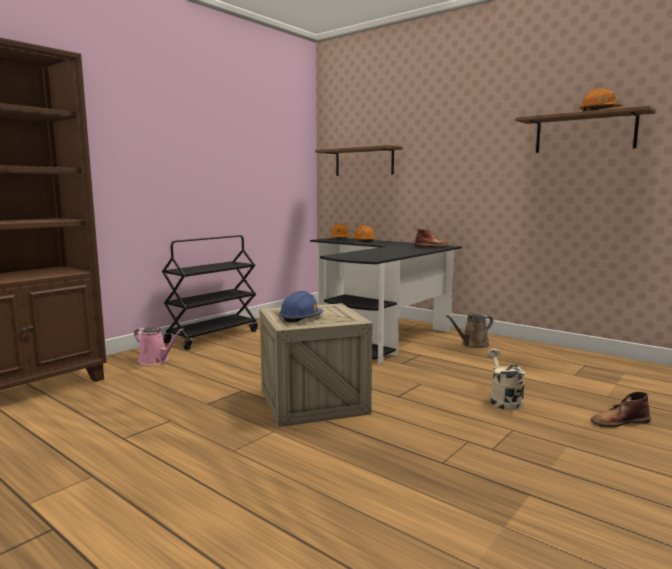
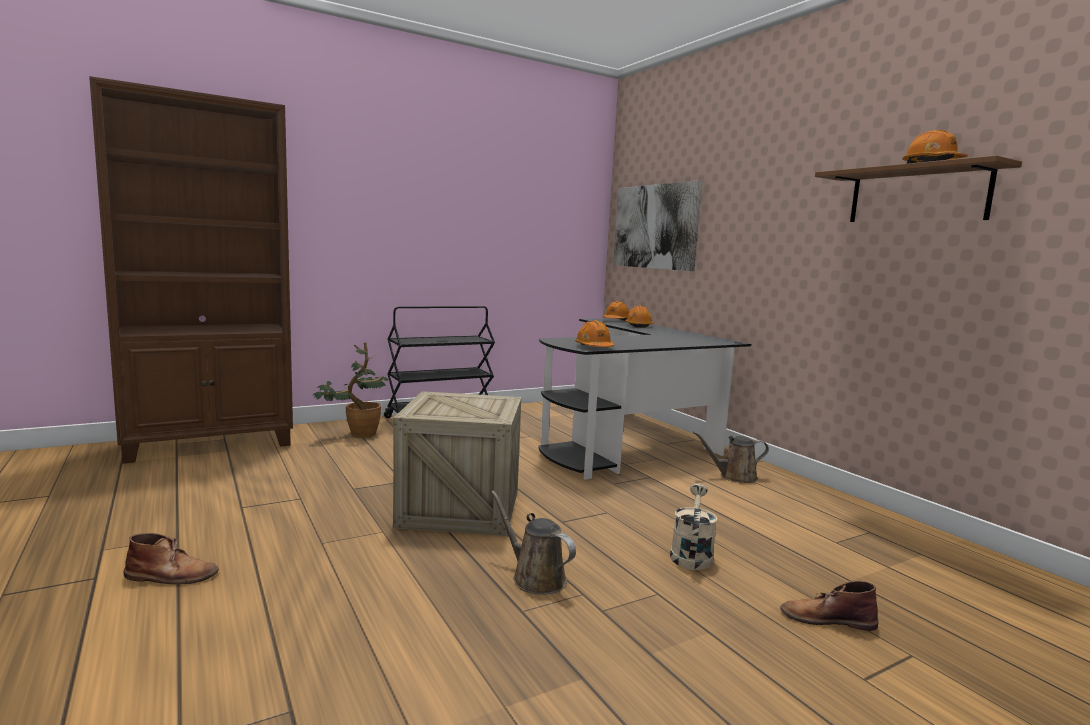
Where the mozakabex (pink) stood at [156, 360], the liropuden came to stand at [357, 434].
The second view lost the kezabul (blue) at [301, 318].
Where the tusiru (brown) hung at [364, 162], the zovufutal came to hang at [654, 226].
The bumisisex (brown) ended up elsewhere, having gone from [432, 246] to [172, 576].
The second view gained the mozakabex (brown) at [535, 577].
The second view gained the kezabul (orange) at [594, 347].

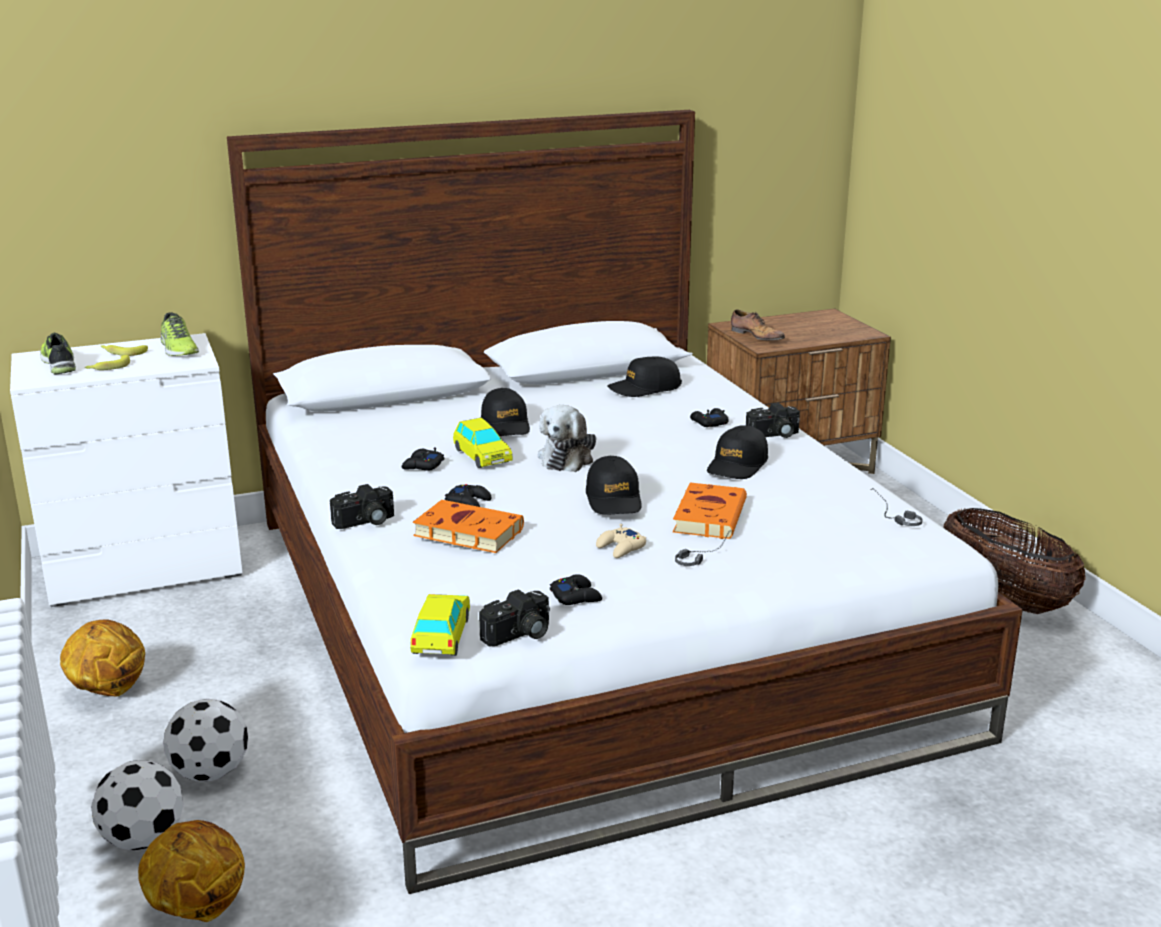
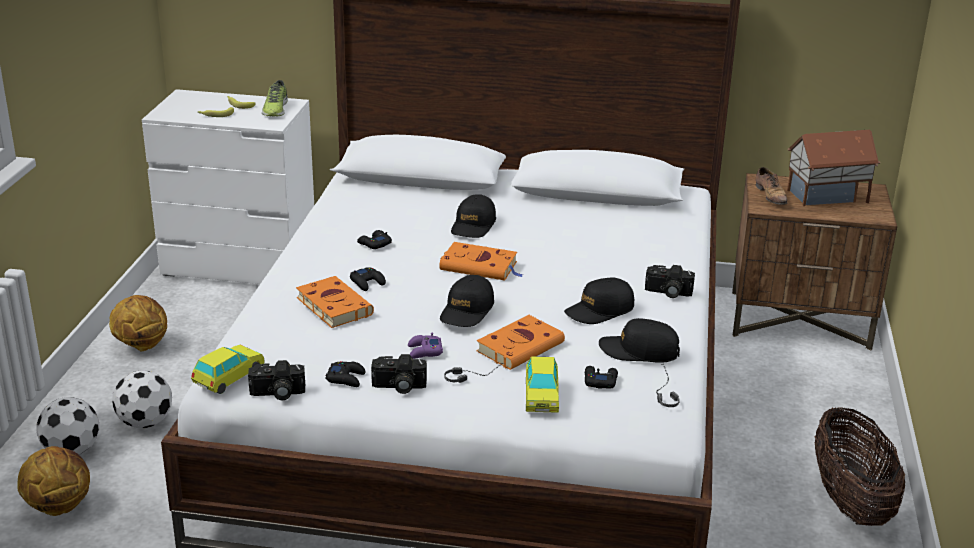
The second view lost the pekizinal at [60, 364].
The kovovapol ended up elsewhere, having gone from [365, 522] to [398, 387].
The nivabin ended up elsewhere, having gone from [482, 456] to [541, 396].
Where the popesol stood at [567, 458], the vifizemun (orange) came to stand at [481, 266].
What was the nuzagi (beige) at [621, 548] turned into the nuzagi (purple) at [424, 351].
The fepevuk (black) ended up elsewhere, having gone from [644, 388] to [639, 351].
The nuzagi (black) ended up elsewhere, having gone from [709, 422] to [600, 381].
The second view gained the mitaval at [827, 197].

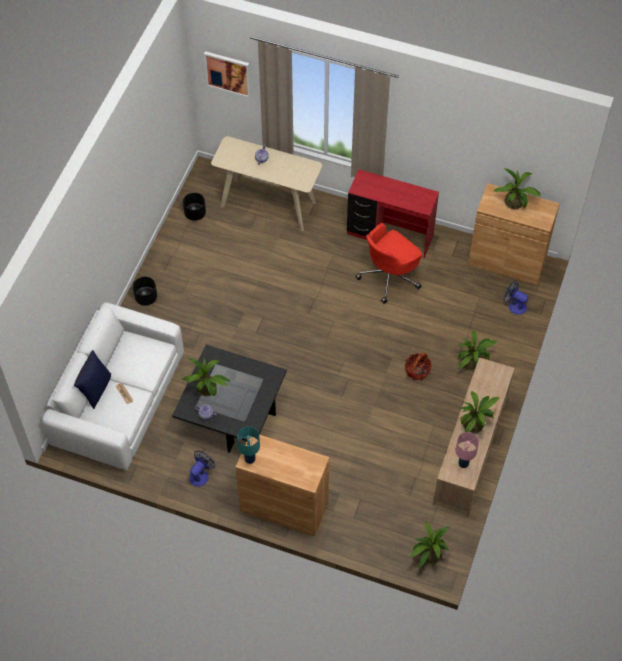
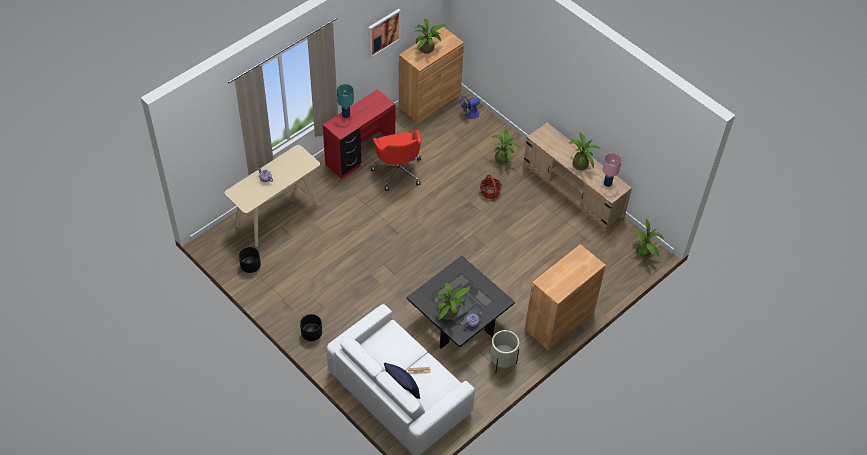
Where the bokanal stood at [201, 475], the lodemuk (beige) came to stand at [502, 363].
The zovufutal ended up elsewhere, having gone from [228, 73] to [383, 32].
The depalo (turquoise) ended up elsewhere, having gone from [249, 459] to [346, 115].

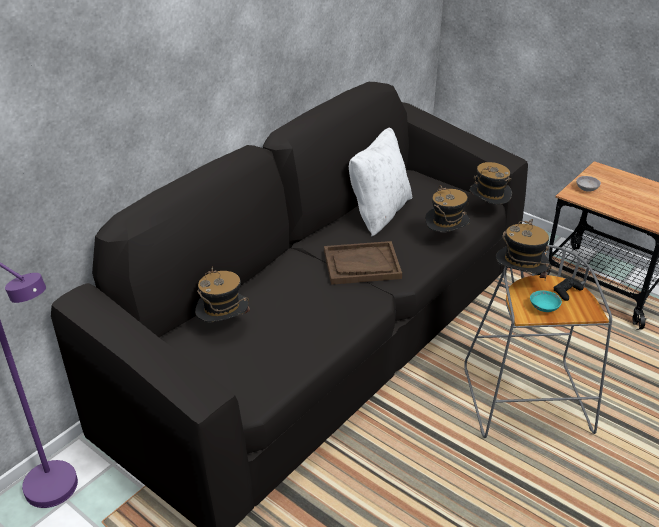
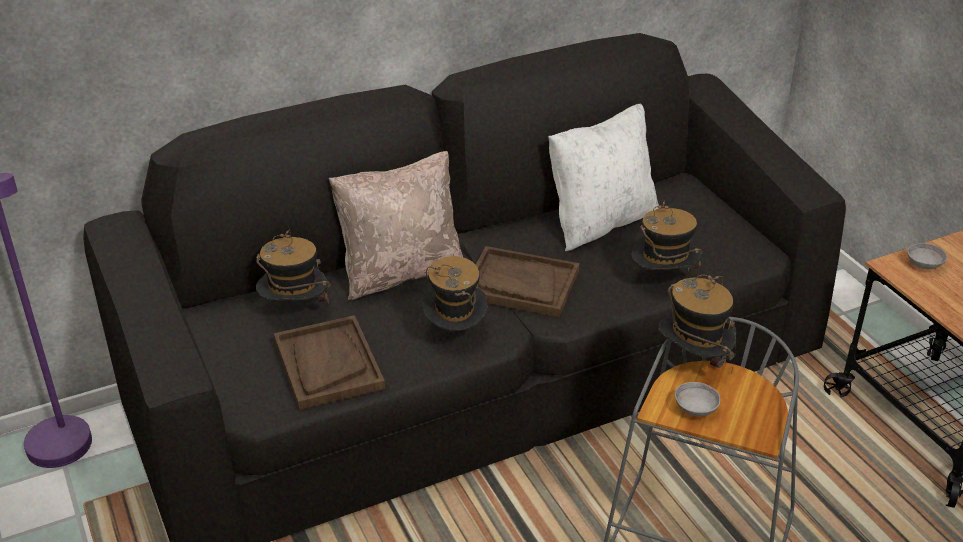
The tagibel ended up elsewhere, having gone from [487, 211] to [454, 335].
What was the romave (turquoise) at [543, 308] turned into the romave (grey) at [695, 408].
The second view lost the nuzagi (black) at [567, 292].
The second view gained the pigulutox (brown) at [328, 364].
The second view gained the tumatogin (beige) at [401, 272].

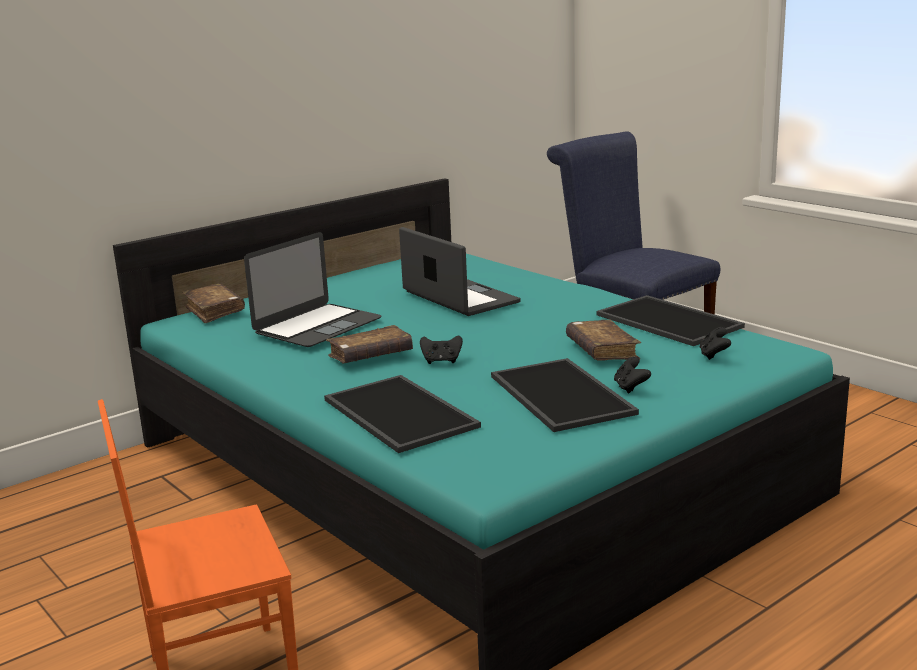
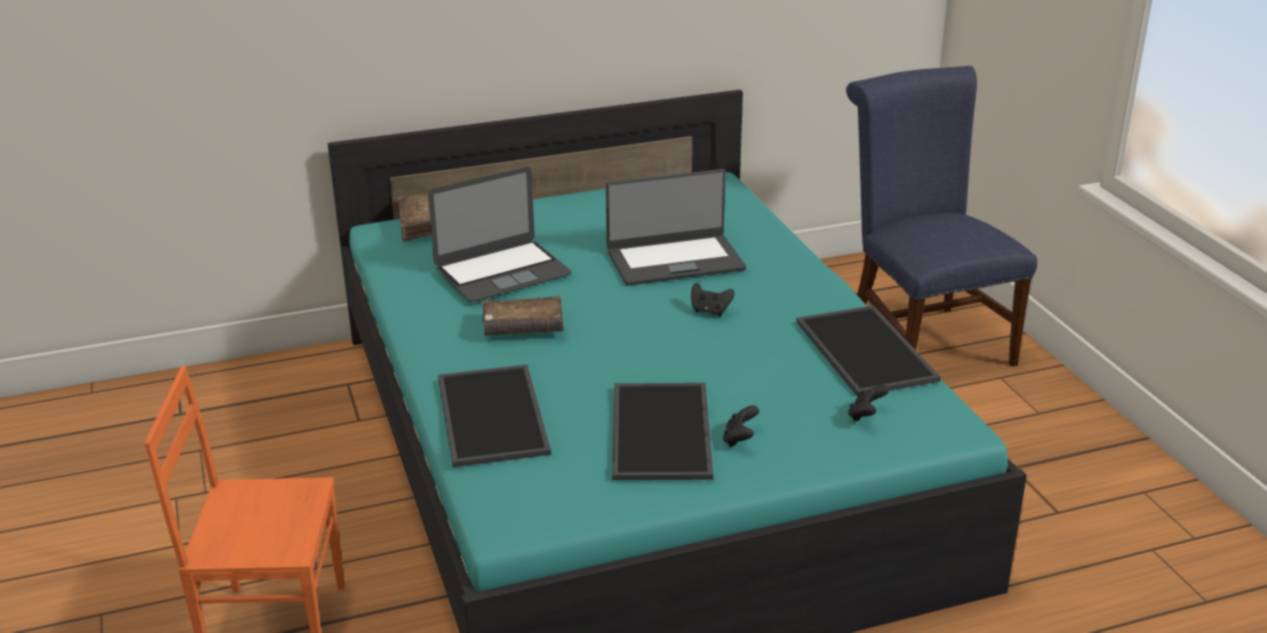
The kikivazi at [459, 298] ended up facing another way, 90 degrees clockwise from before.
The nuzagi (black) ended up elsewhere, having gone from [441, 361] to [710, 311].
The second view lost the vifizemun (brown) at [602, 351].

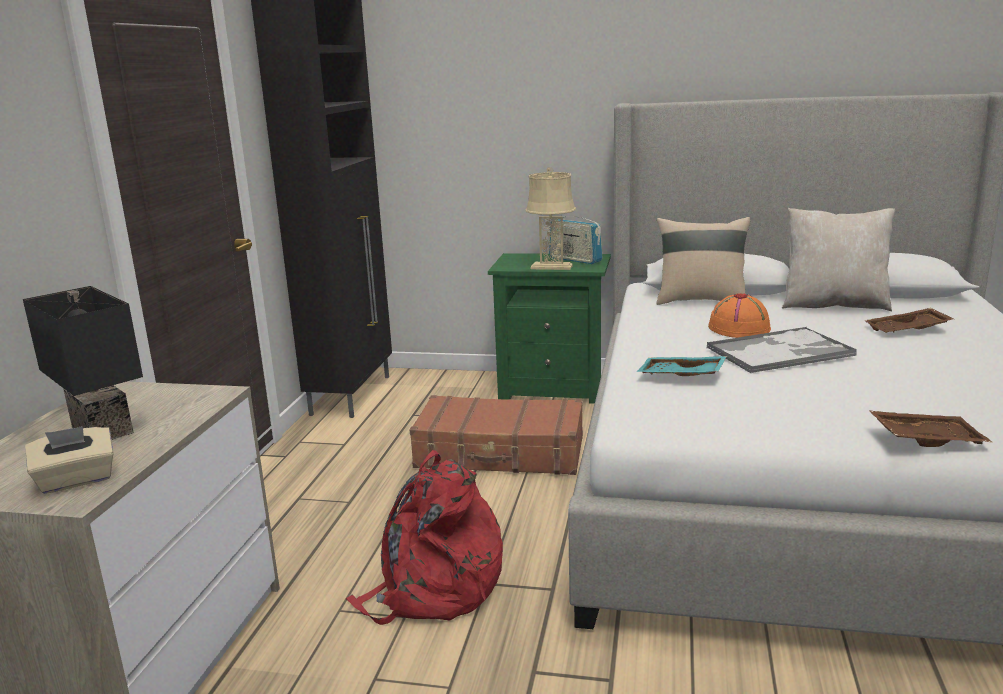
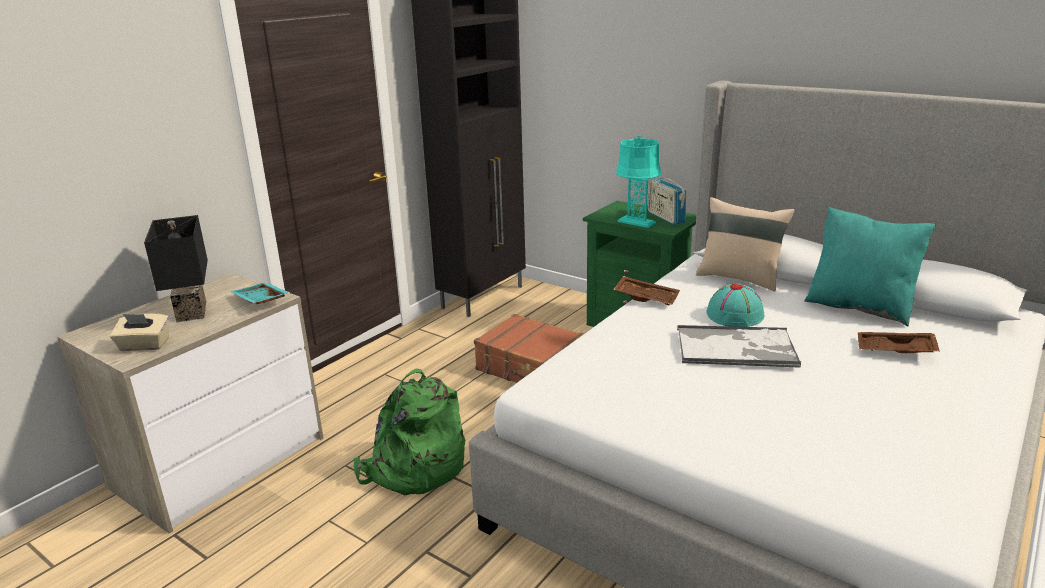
What was the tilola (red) at [433, 588] turned into the tilola (green) at [414, 468].
What was the depalo (beige) at [551, 267] turned into the depalo (turquoise) at [636, 222].
The pigulutox (turquoise) ended up elsewhere, having gone from [681, 376] to [260, 301].
What was the tagibel (orange) at [739, 328] turned into the tagibel (turquoise) at [735, 315].
What was the tumatogin (beige) at [833, 305] turned into the tumatogin (turquoise) at [859, 307].
The pigulutox (brown) ended up elsewhere, having gone from [926, 438] to [646, 297].

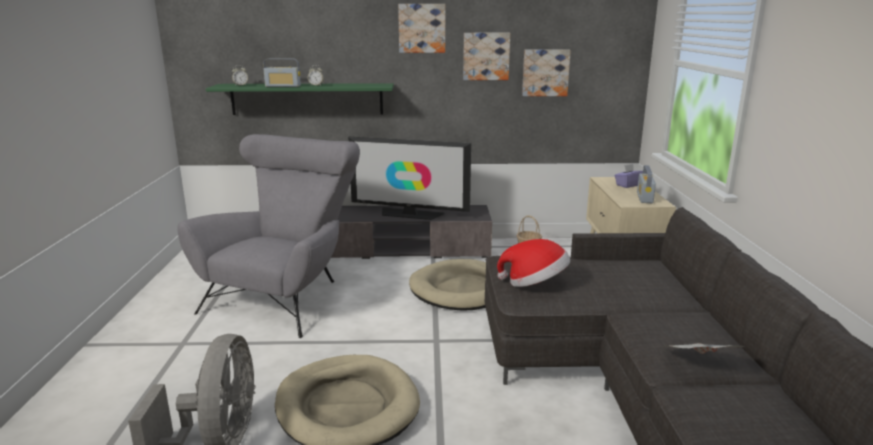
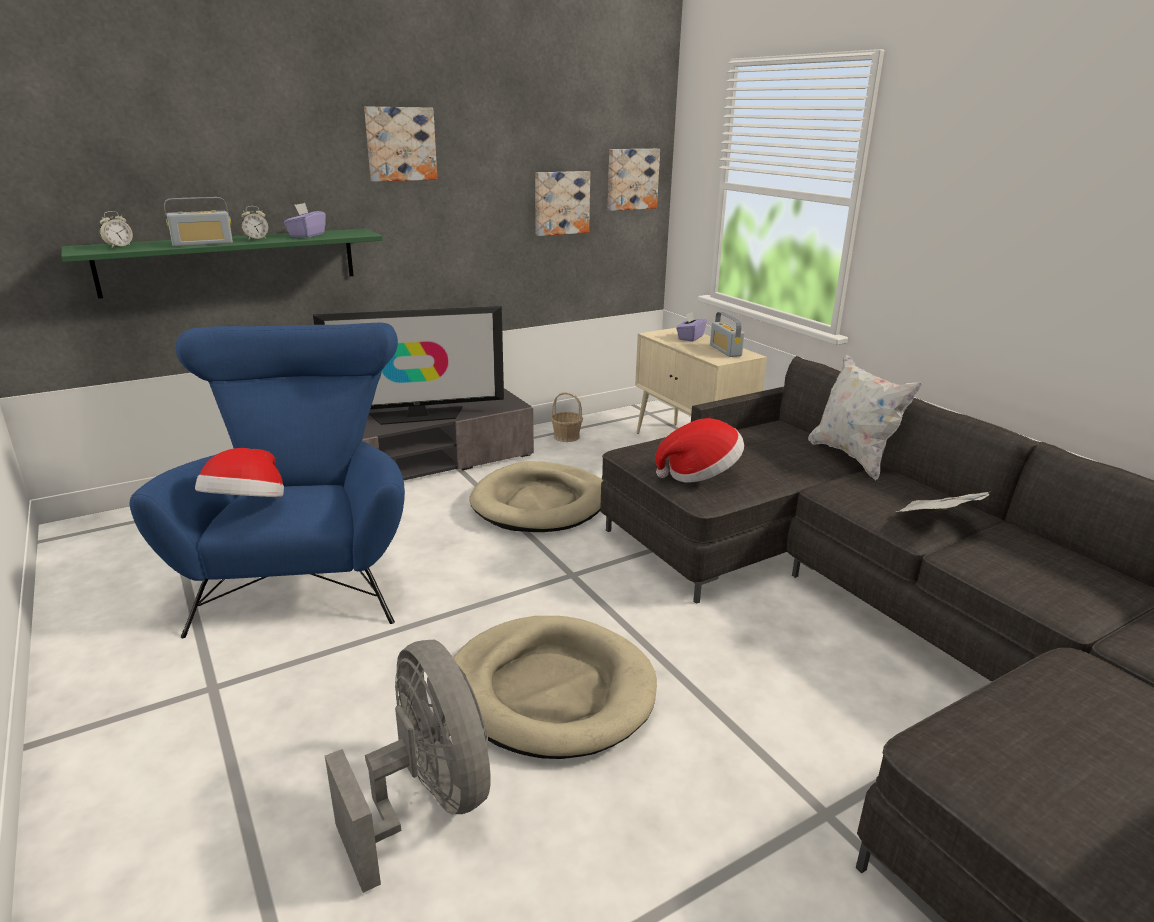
What was the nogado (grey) at [286, 295] turned into the nogado (blue) at [306, 570].
The zovufutal ended up elsewhere, having gone from [486, 56] to [631, 179].
The second view gained the tagibel at [247, 507].
The second view gained the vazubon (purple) at [307, 235].
The second view gained the tumatogin (white) at [852, 457].

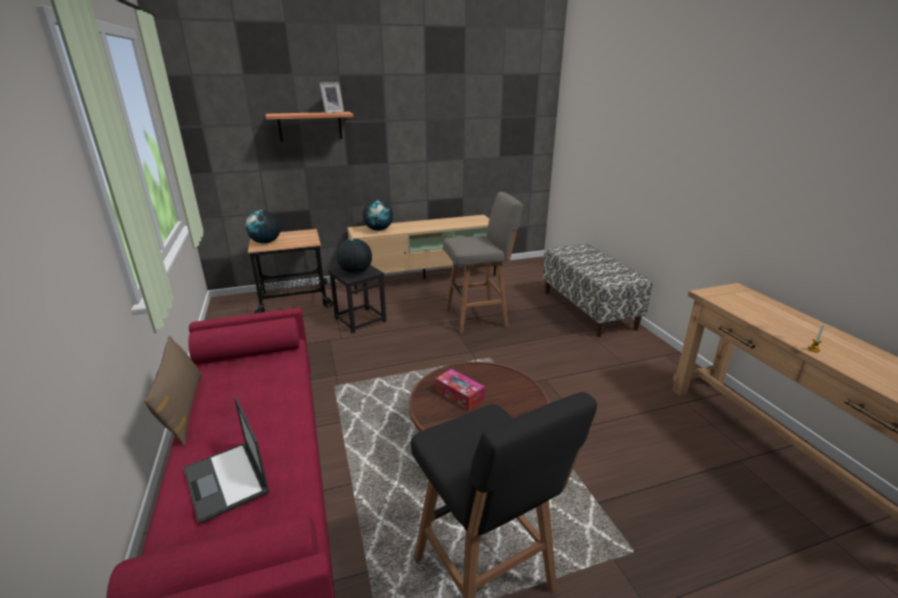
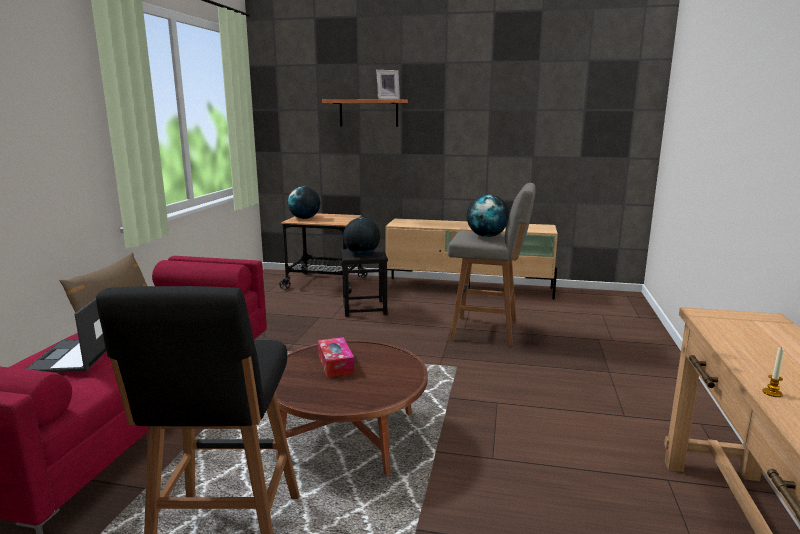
The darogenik ended up elsewhere, having gone from [379, 230] to [487, 236].
The second view lost the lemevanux at [588, 309].

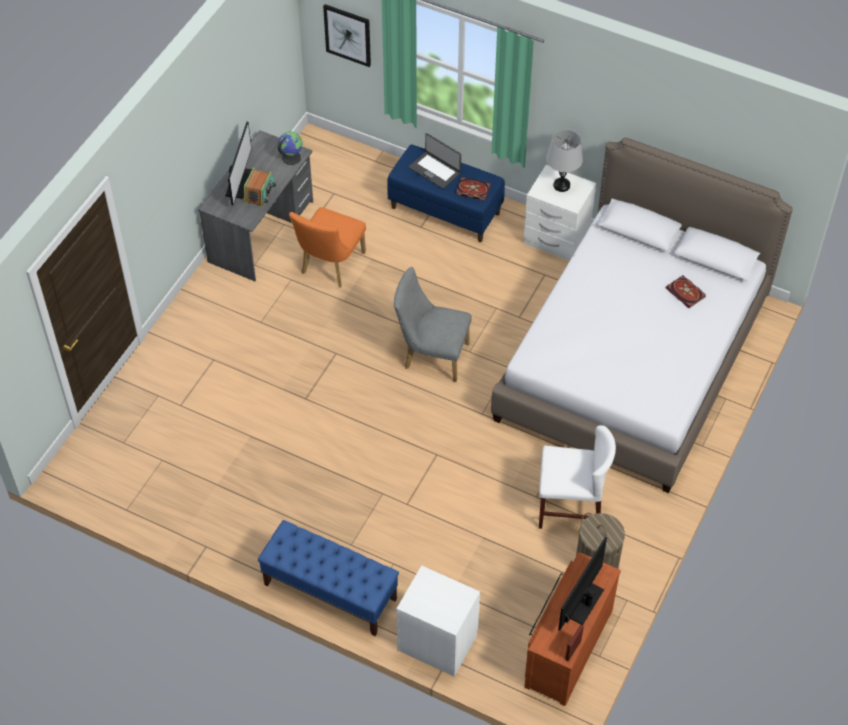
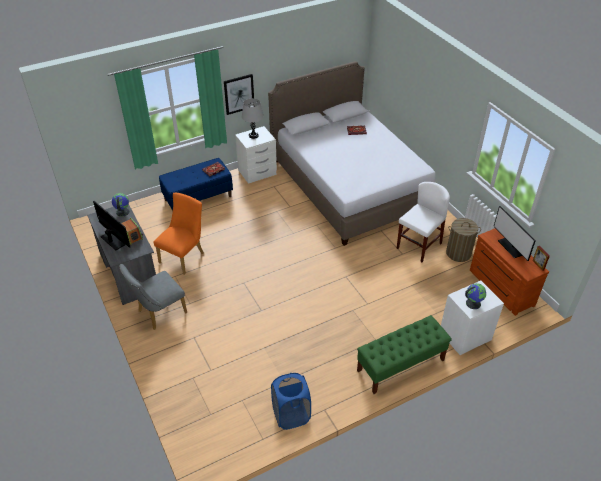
What was the lemevanux (blue) at [330, 592] turned into the lemevanux (green) at [400, 365].
The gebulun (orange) at [330, 266] ended up facing another way, 120 degrees counterclockwise from before.
The zovufutal ended up elsewhere, having gone from [348, 35] to [239, 94].
The gebulun (grey) ended up elsewhere, having gone from [431, 355] to [159, 313].
The second view lost the kikivazi at [435, 170].
The second view gained the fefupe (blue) at [291, 415].
The second view gained the darogenik at [473, 303].

